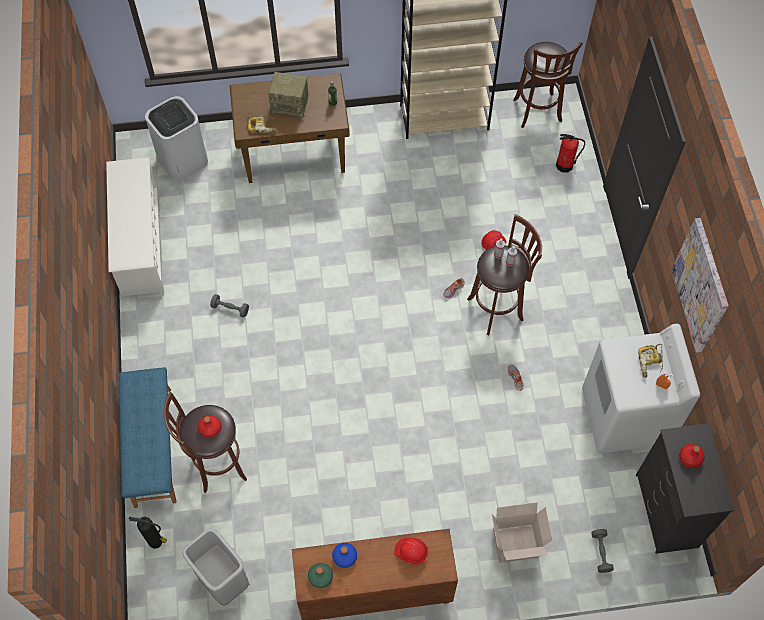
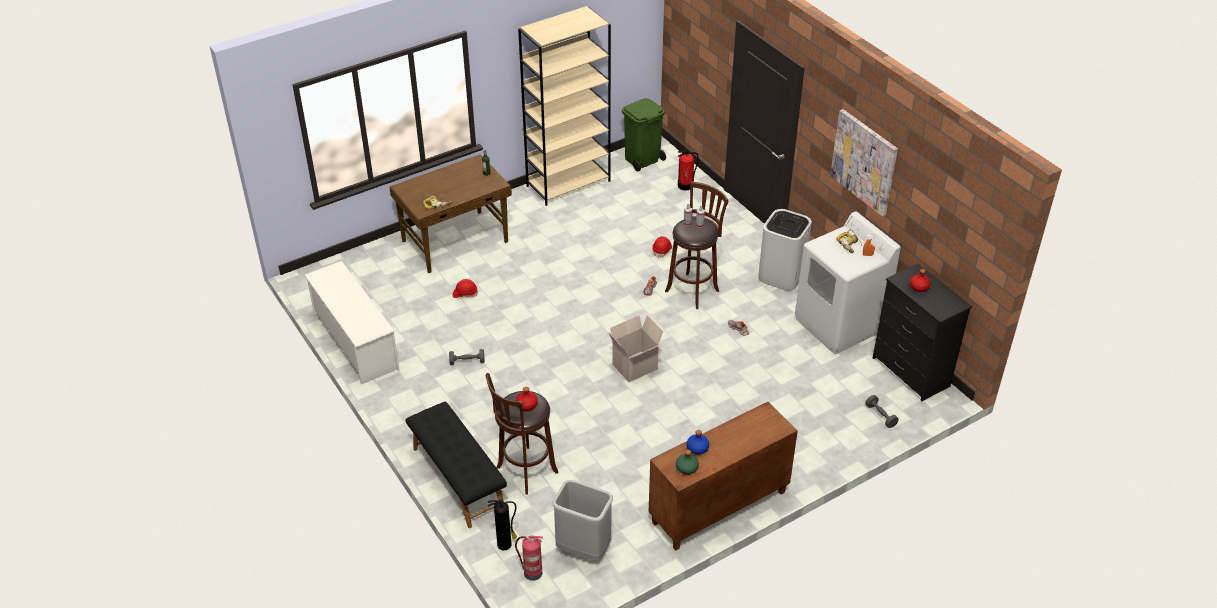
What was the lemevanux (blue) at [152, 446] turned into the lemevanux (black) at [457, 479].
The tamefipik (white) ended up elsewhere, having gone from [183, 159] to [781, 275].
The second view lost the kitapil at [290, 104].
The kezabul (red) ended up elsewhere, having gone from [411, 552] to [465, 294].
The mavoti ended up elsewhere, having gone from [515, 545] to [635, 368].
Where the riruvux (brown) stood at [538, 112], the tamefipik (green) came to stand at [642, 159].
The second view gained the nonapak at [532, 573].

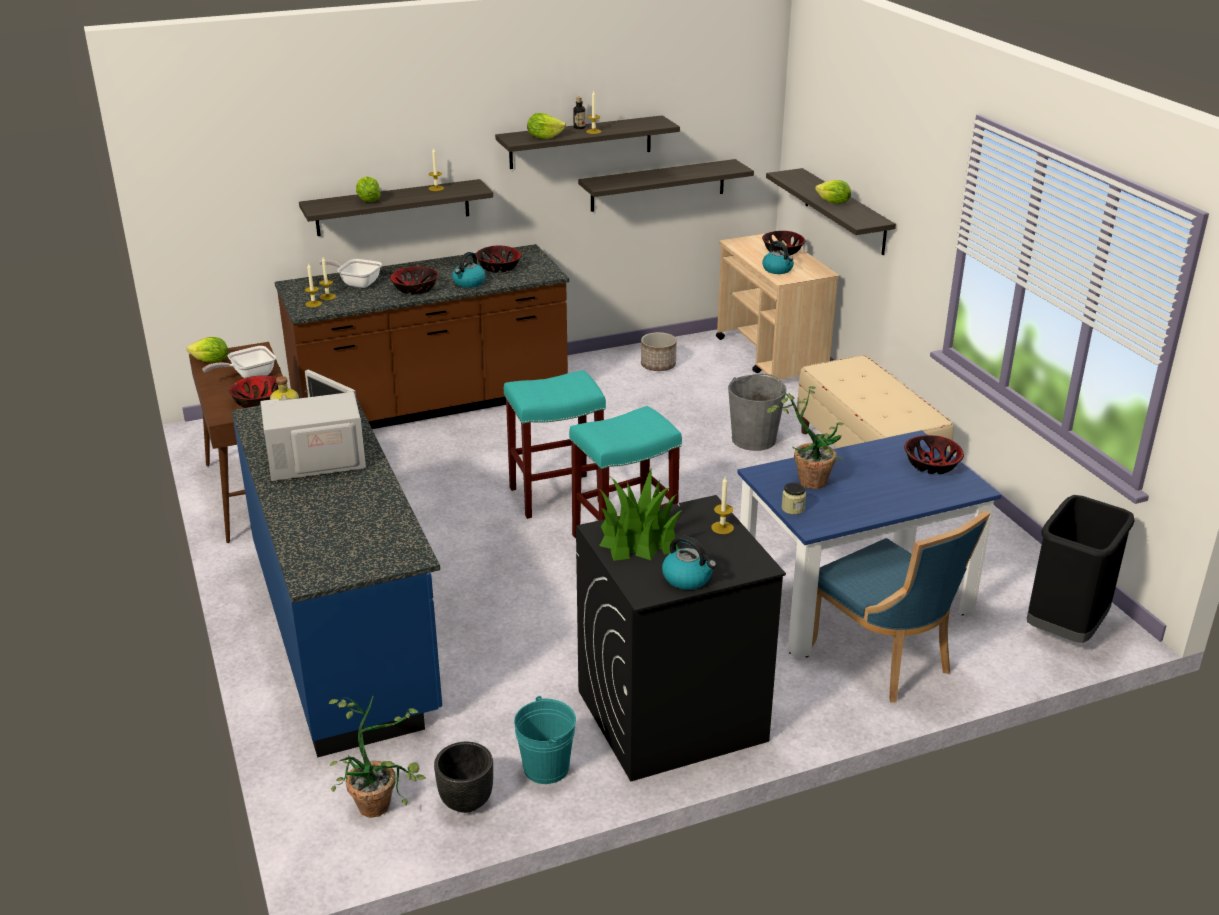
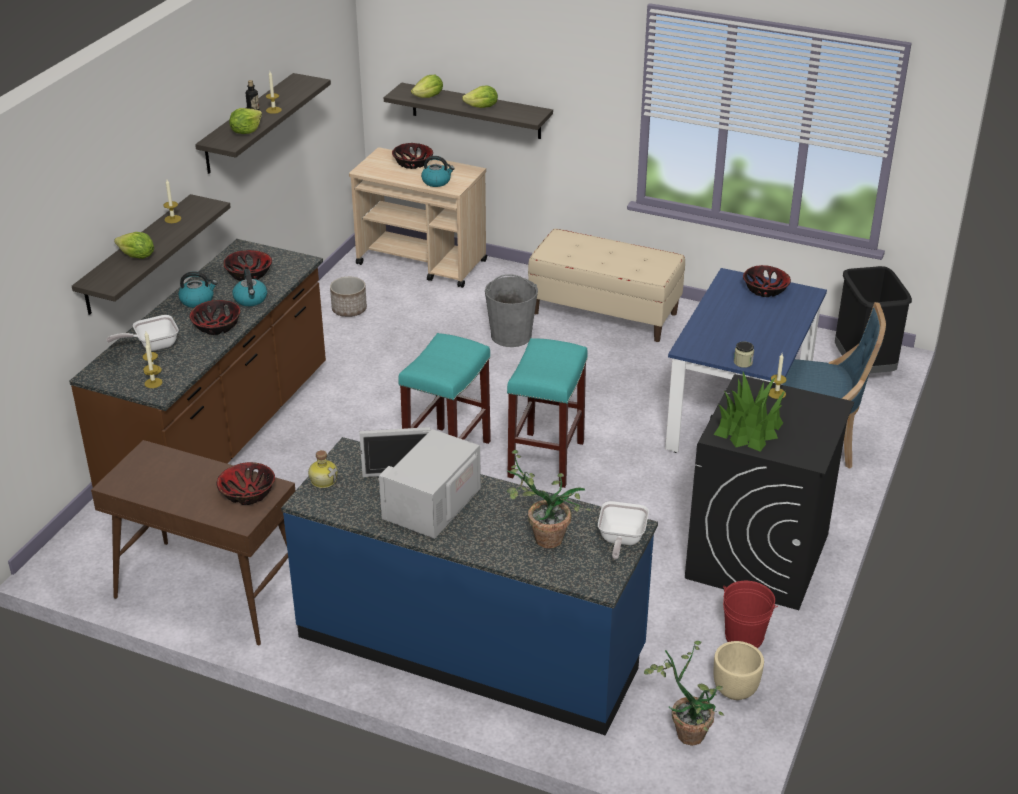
The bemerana ended up elsewhere, having gone from [211, 362] to [429, 97].
The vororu ended up elsewhere, having gone from [248, 376] to [620, 540].
What was the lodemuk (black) at [465, 801] turned into the lodemuk (beige) at [735, 690].
What was the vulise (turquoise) at [546, 768] turned into the vulise (red) at [744, 637].
The second view lost the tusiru at [658, 185].
The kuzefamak ended up elsewhere, having gone from [688, 578] to [197, 300].
The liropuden ended up elsewhere, having gone from [808, 478] to [541, 537].

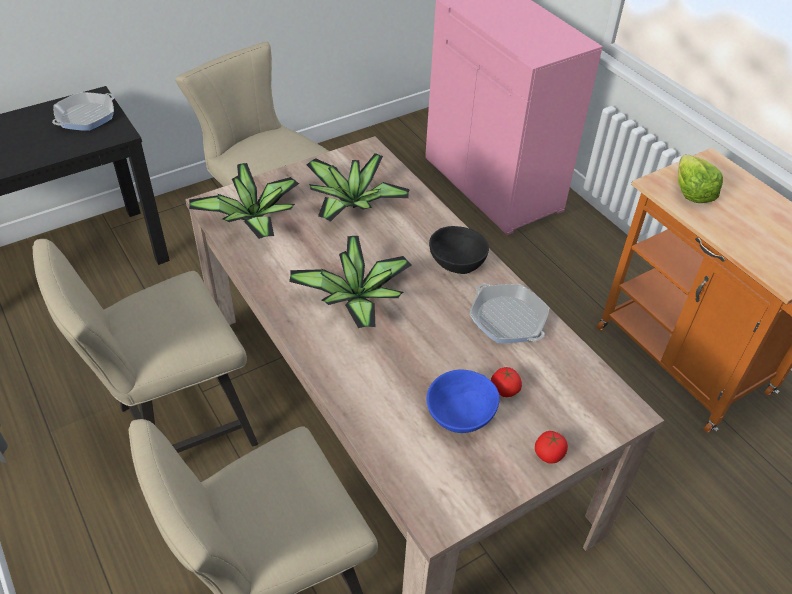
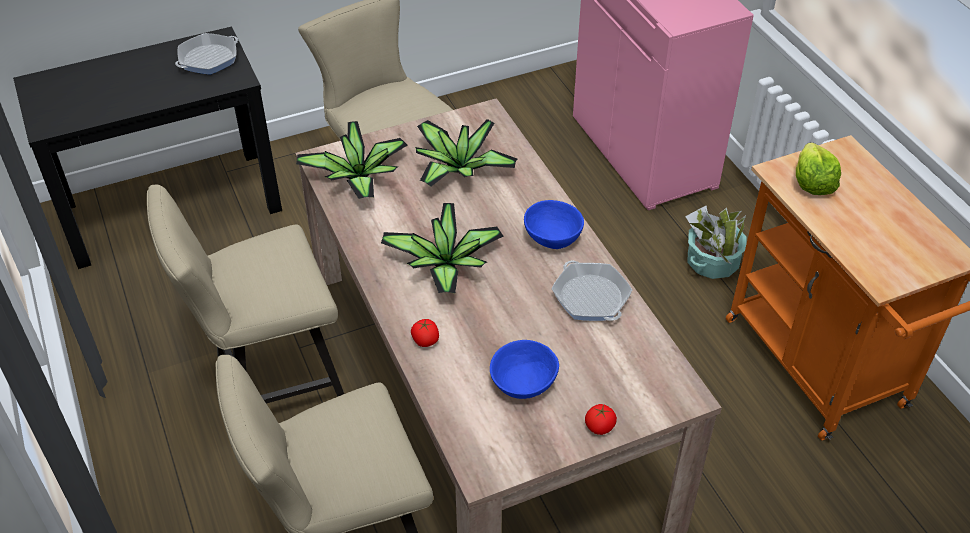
What was the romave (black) at [457, 263] turned into the romave (blue) at [552, 238].
The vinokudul ended up elsewhere, having gone from [504, 390] to [425, 341].
The second view gained the liropuden at [712, 262].

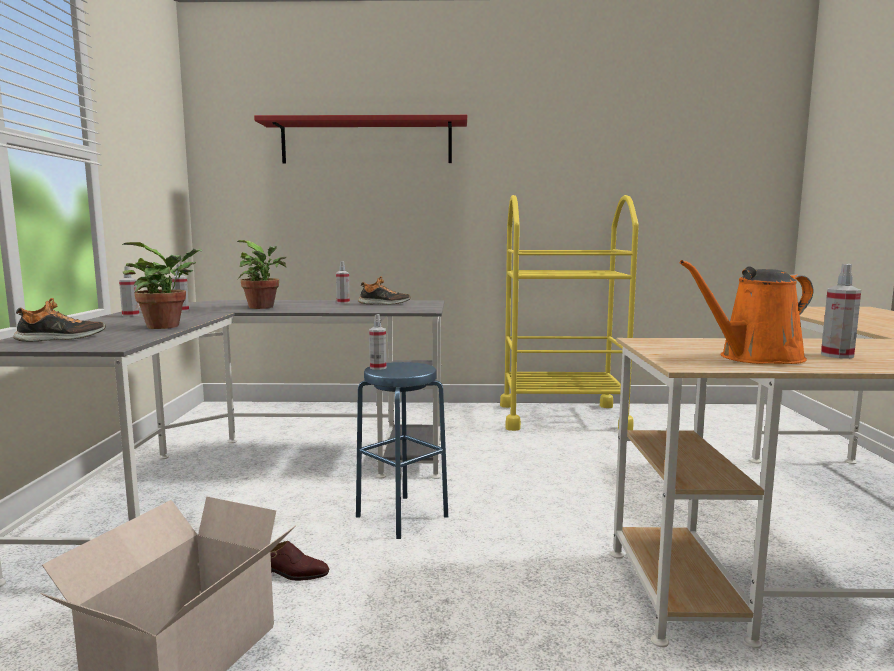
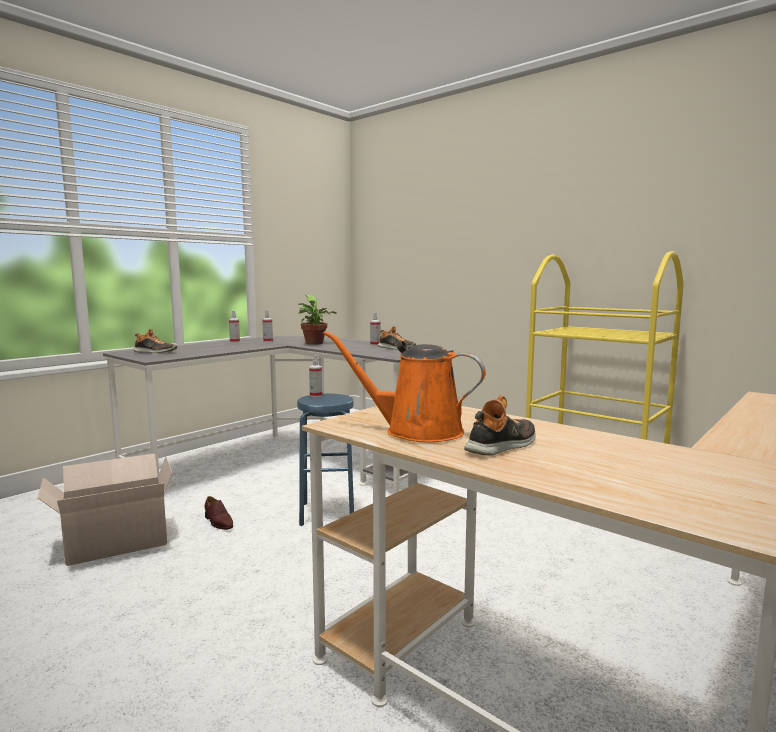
The second view lost the liropuden at [168, 326].
The second view lost the tusiru (red) at [366, 142].
Where the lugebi stood at [837, 355], the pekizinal came to stand at [503, 445].

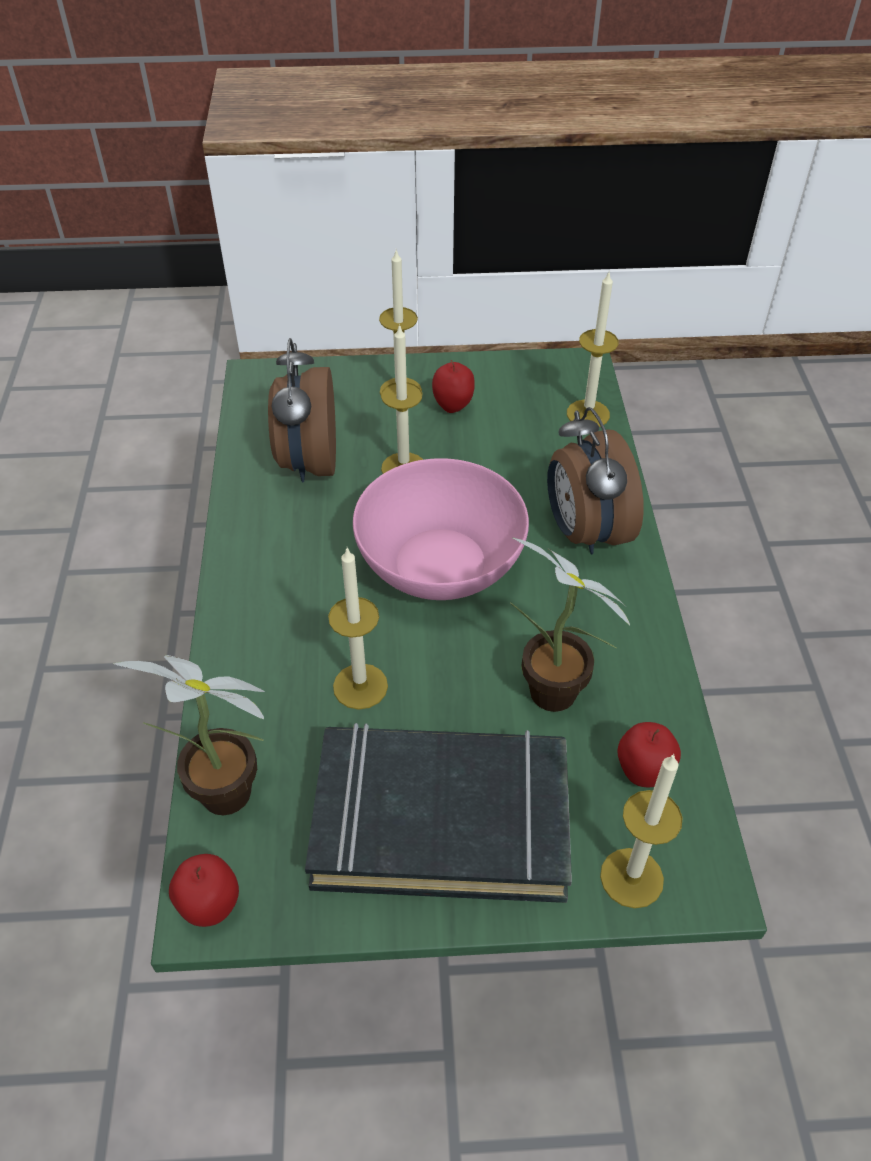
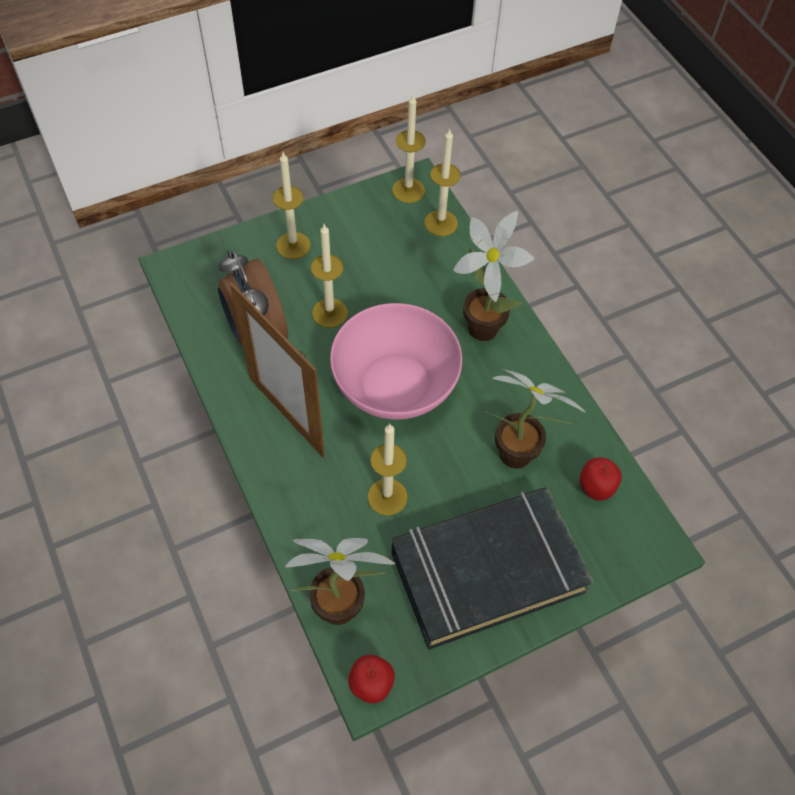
The second view lost the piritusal at [452, 408].
Where the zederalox stood at [583, 532], the liropuden came to stand at [481, 324].
The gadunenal ended up elsewhere, having gone from [631, 877] to [408, 190].
The second view gained the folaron at [286, 416].

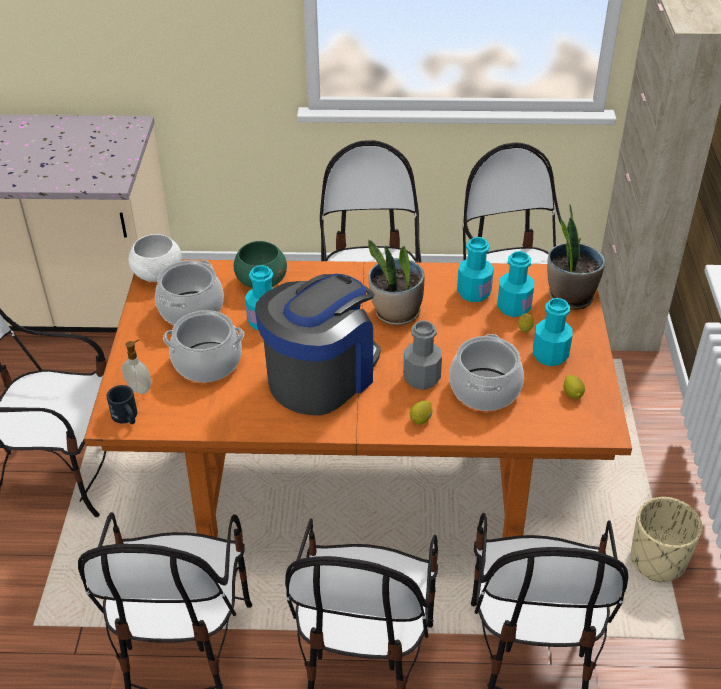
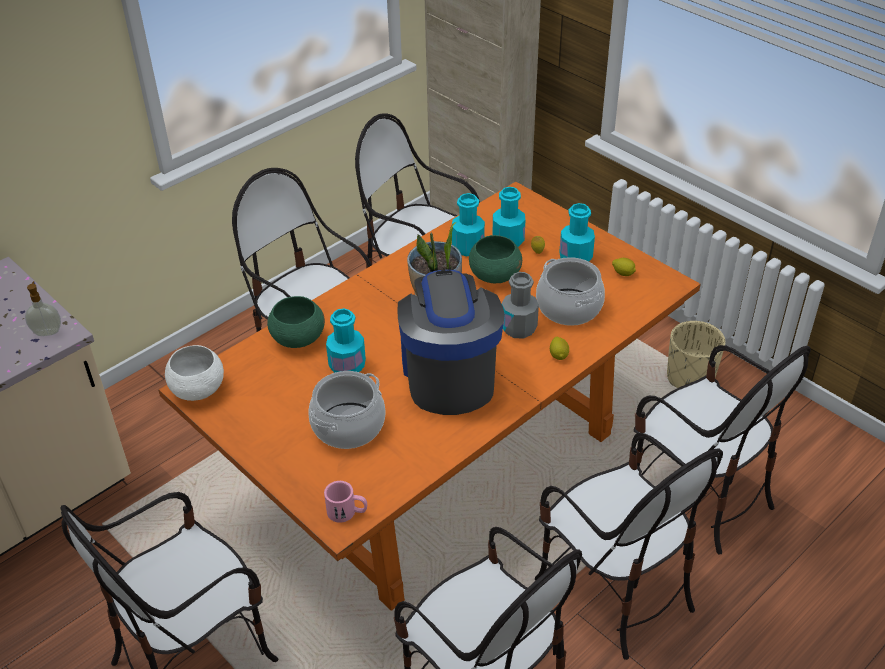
What was the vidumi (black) at [127, 417] turned into the vidumi (pink) at [347, 512].
The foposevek ended up elsewhere, having gone from [140, 388] to [47, 332].
The second view lost the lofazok at [191, 309].
The second view lost the liropuden at [569, 297].
The second view gained the romave (green) at [494, 275].

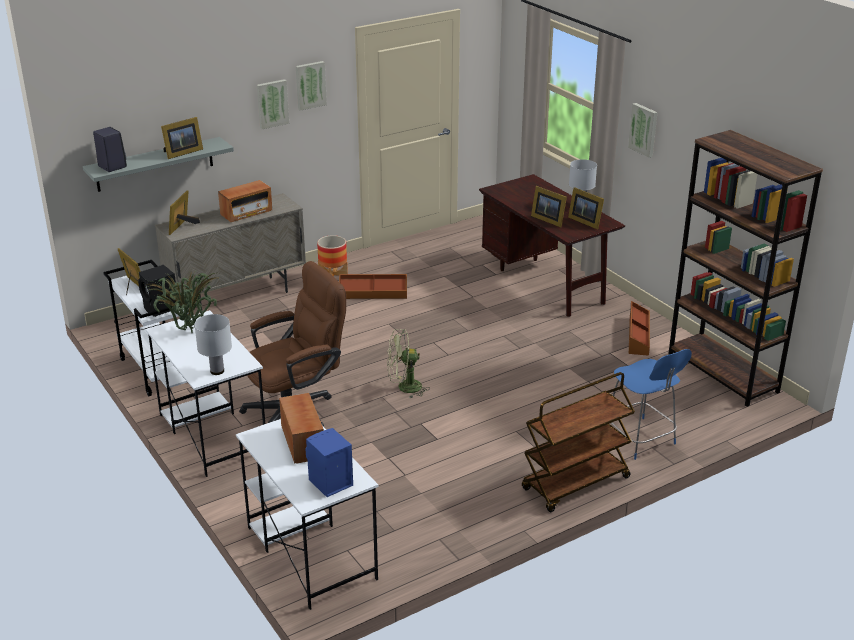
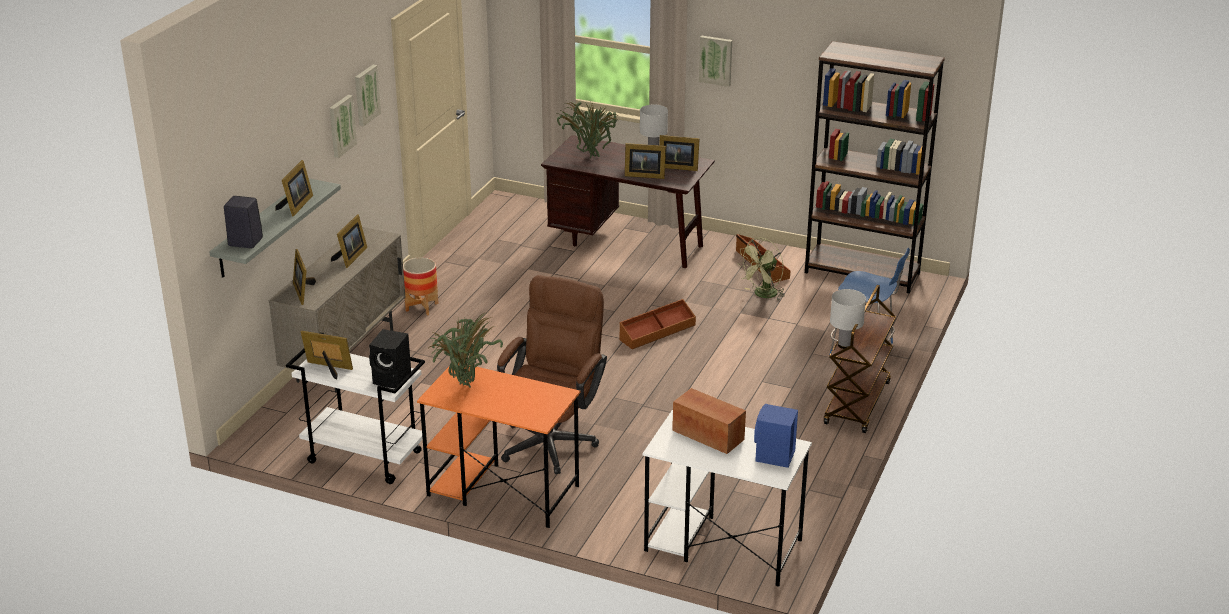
What was the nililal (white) at [212, 433] turned into the nililal (orange) at [502, 490].
The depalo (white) ended up elsewhere, having gone from [217, 371] to [844, 345].
Where the kitapil stood at [246, 213], the folaron came to stand at [350, 257].
The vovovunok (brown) ended up elsewhere, having gone from [373, 293] to [657, 332].
The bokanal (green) ended up elsewhere, having gone from [404, 388] to [762, 295].
The second view gained the liropuden at [590, 156].

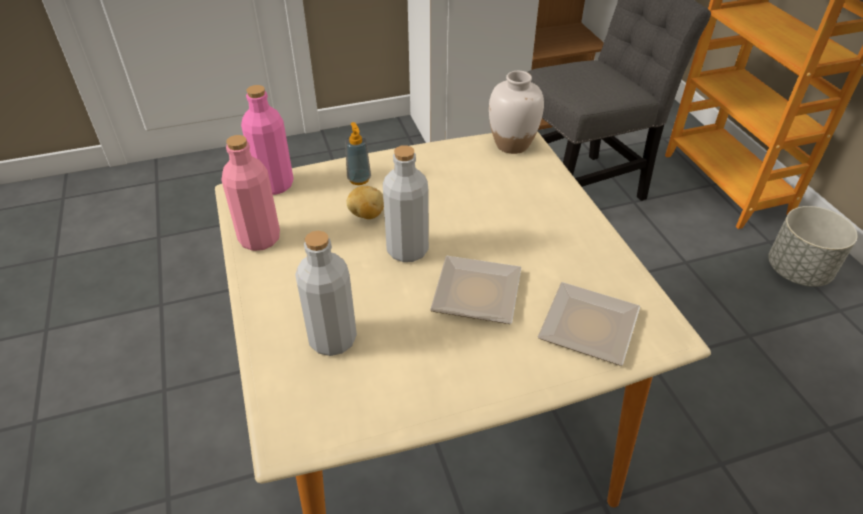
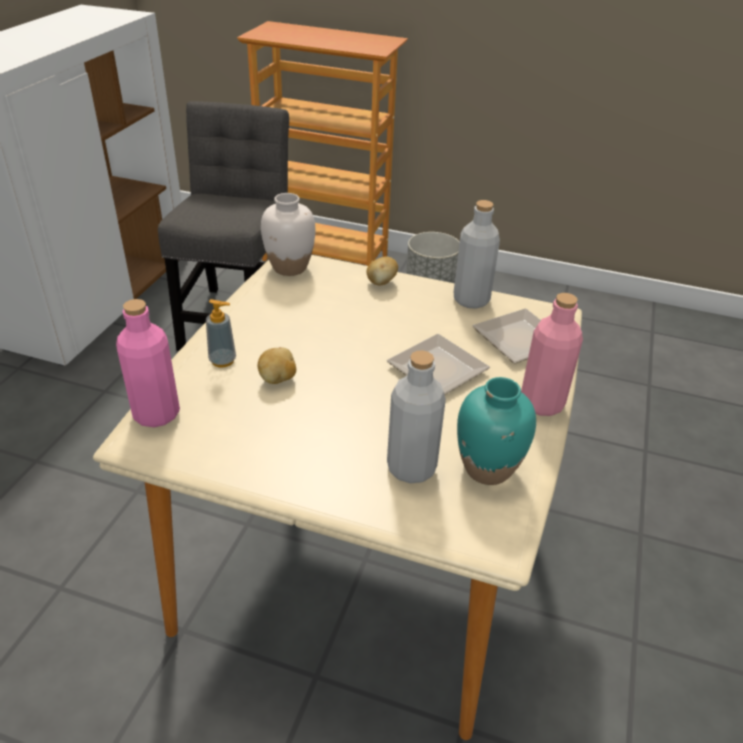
The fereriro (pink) ended up elsewhere, having gone from [259, 239] to [541, 403].
The fereriro (grey) ended up elsewhere, having gone from [407, 250] to [471, 300].
The second view gained the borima at [381, 282].
The second view gained the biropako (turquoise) at [488, 468].

